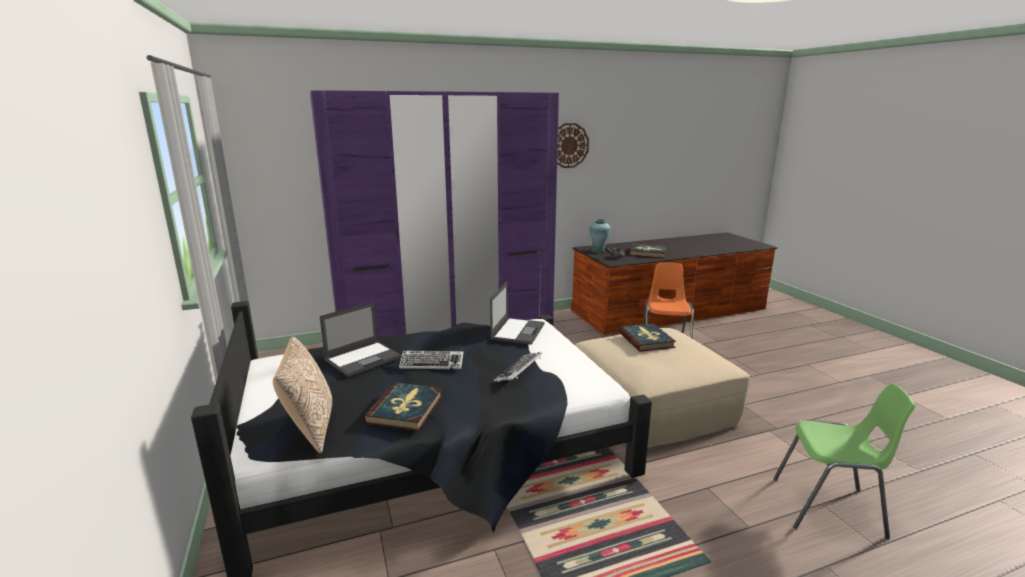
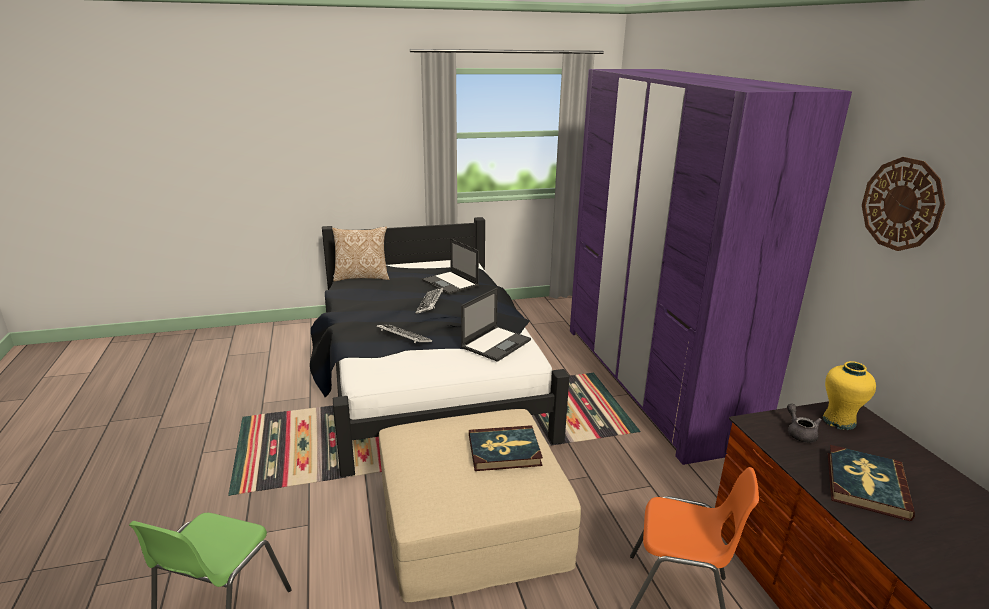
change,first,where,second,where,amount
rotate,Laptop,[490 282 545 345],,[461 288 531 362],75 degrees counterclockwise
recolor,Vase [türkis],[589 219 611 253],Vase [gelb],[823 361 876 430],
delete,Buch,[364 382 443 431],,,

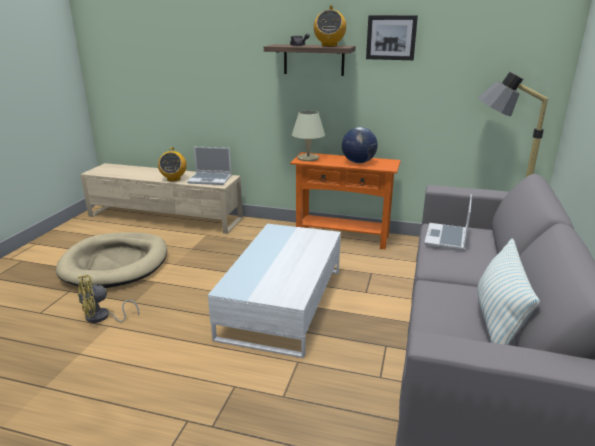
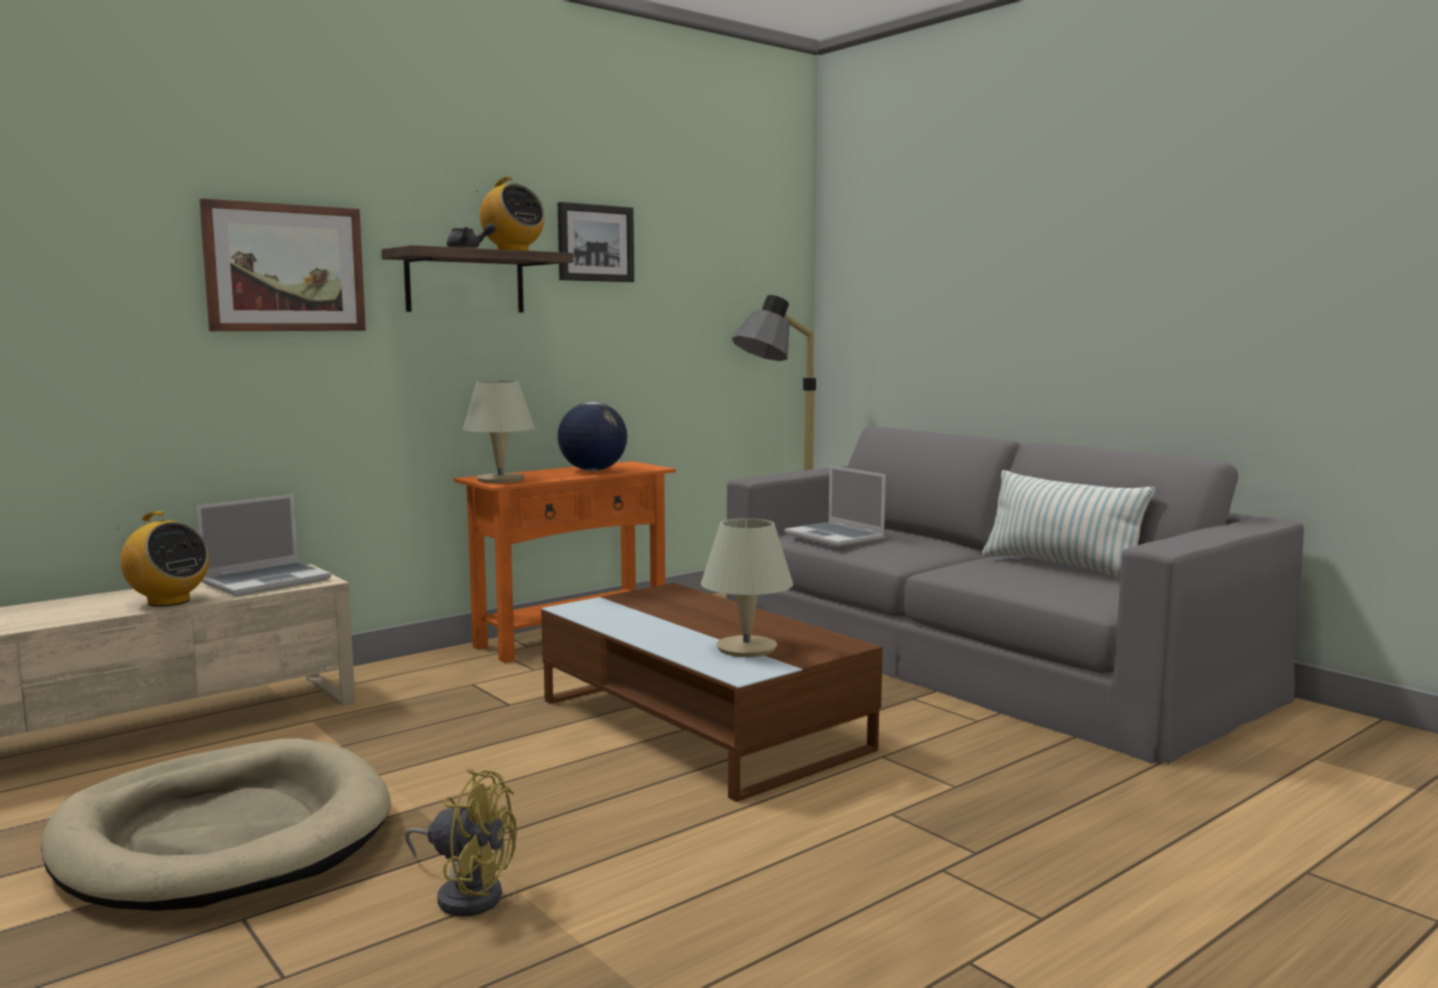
change,first,where,second,where,amount
insert,,,Bild,[199 198 366 331],
rotate,Ventilator [gelb],[78 275 139 323],,[405 769 517 917],75 degrees counterclockwise
recolor,Couchtisch [weiß],[208 224 341 358],Couchtisch [braun],[541 583 883 802],
insert,,,Tischlampe [beige],[701 519 793 657],

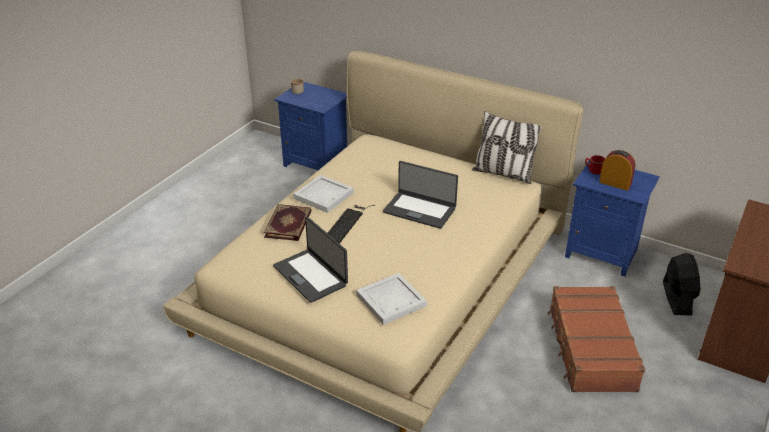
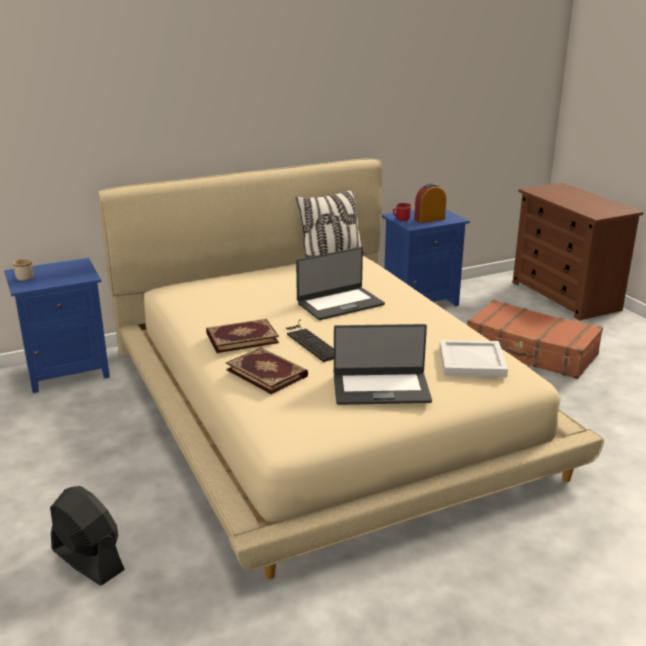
change,first,where,second,where,amount
move,Ventilator [schwarz],[663 253 700 316],,[50 486 125 586],
replace,Tablett [weiß],[293 175 354 213],Buch,[206 319 279 353],

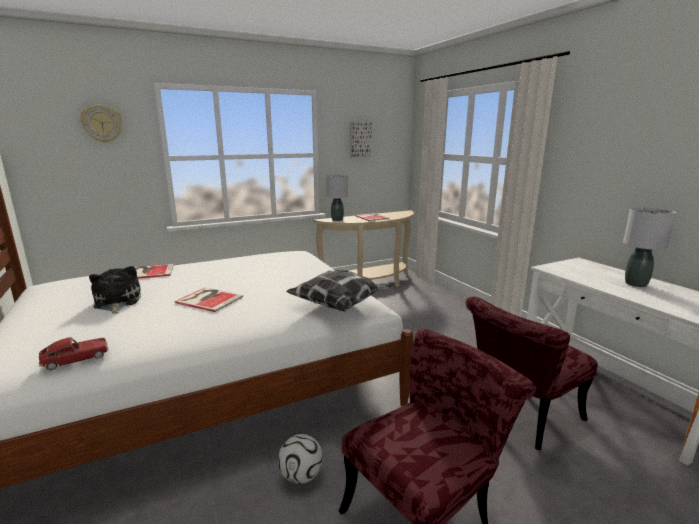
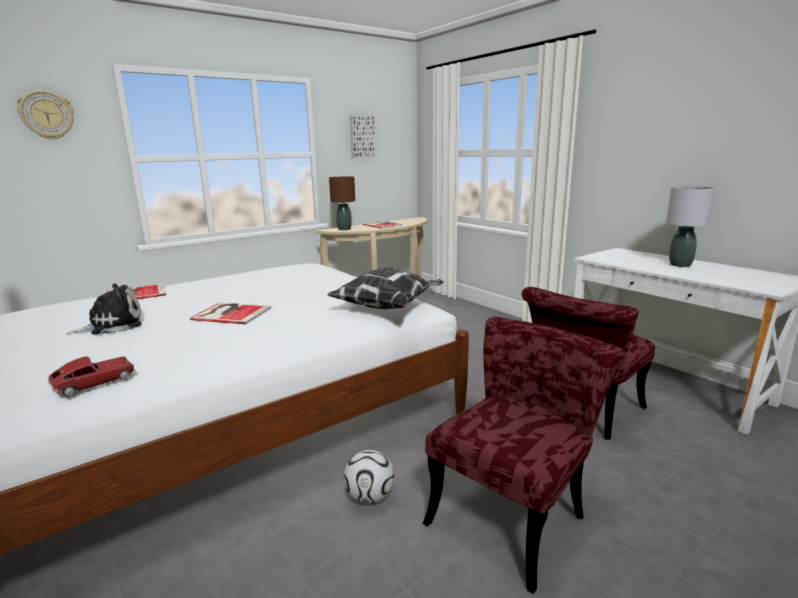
change,first,where,second,where,amount
rotate,Plüschtier,[89 266 141 314],,[67 284 142 335],90 degrees clockwise
recolor,Tischlampe [grau],[326 175 348 221],Tischlampe [braun],[329 176 355 230],

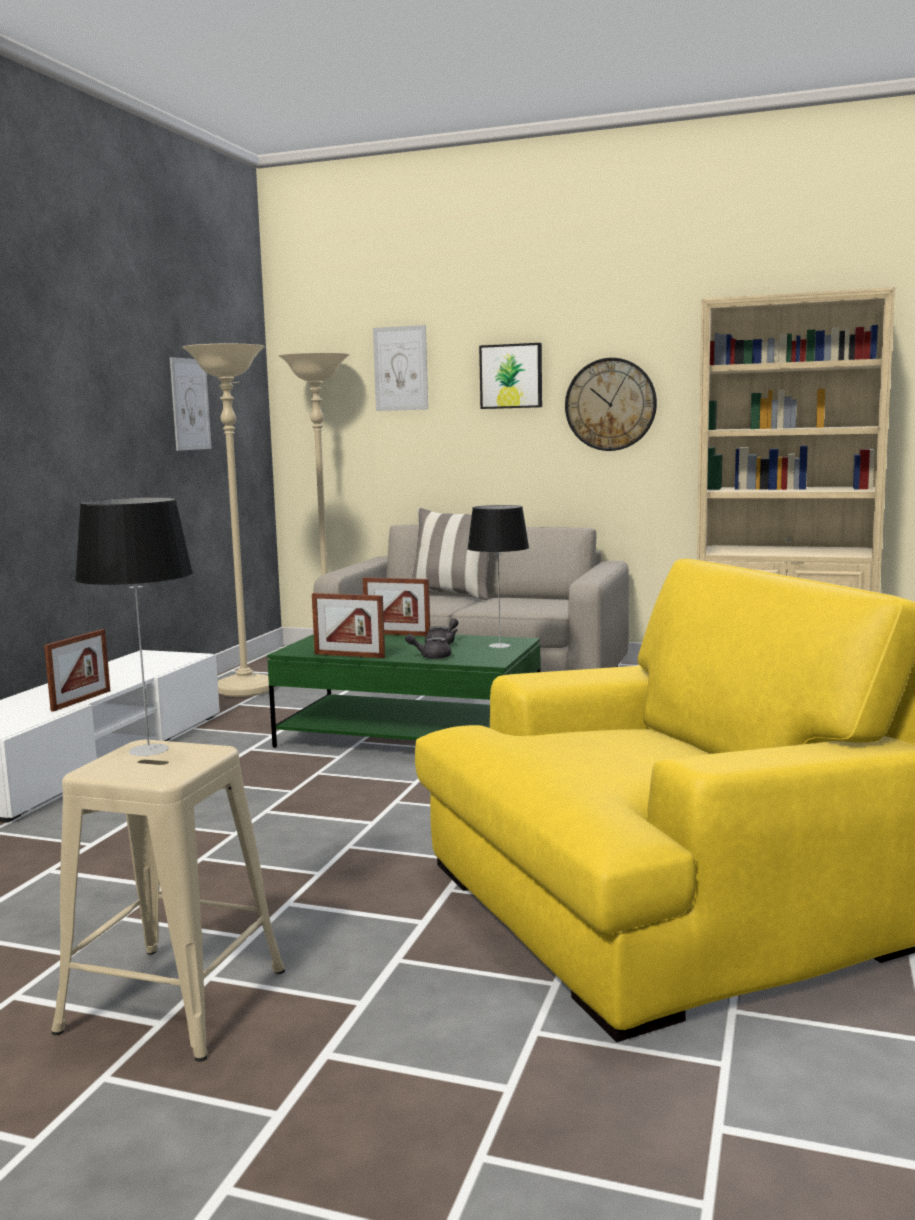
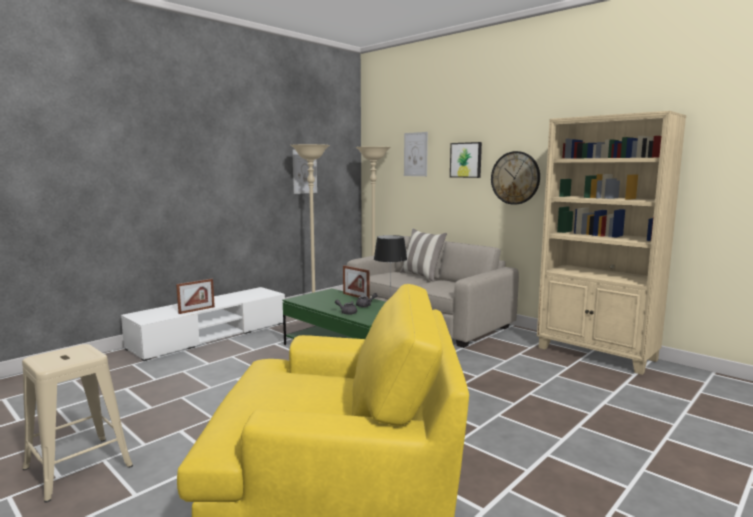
change,first,where,second,where,amount
delete,Tischlampe,[75 497 193 756],,,
delete,Bilderrahmen,[312 593 385 658],,,

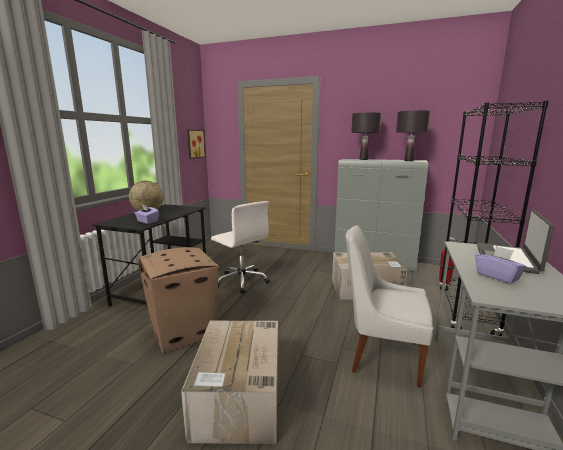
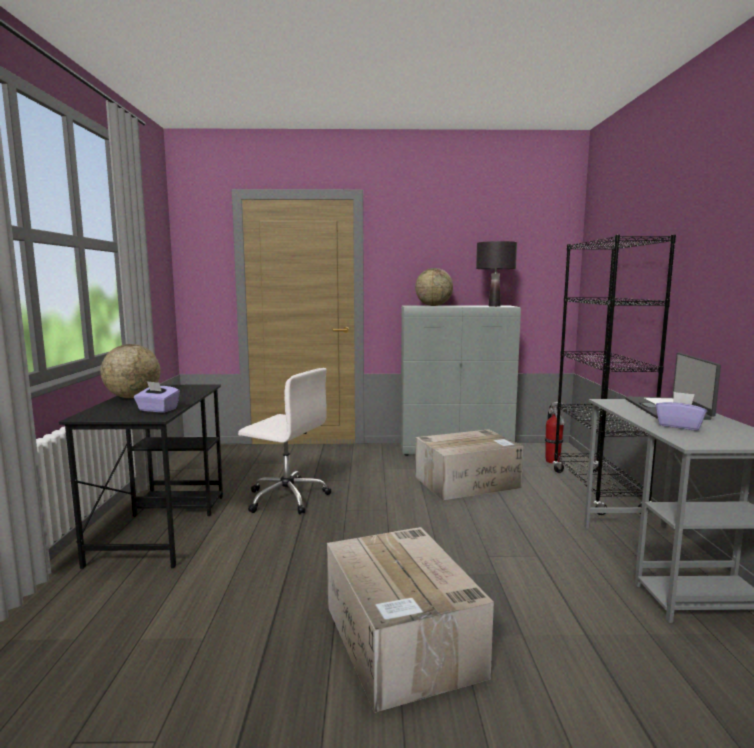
change,first,where,second,where,amount
replace,Tischlampe [schwarz],[351 112 381 160],Globus,[415 268 453 306],
delete,Karton,[138 247 219 353],,,
delete,Bild,[187 130 206 159],,,
delete,Stuhl [weiß],[345 225 434 387],,,

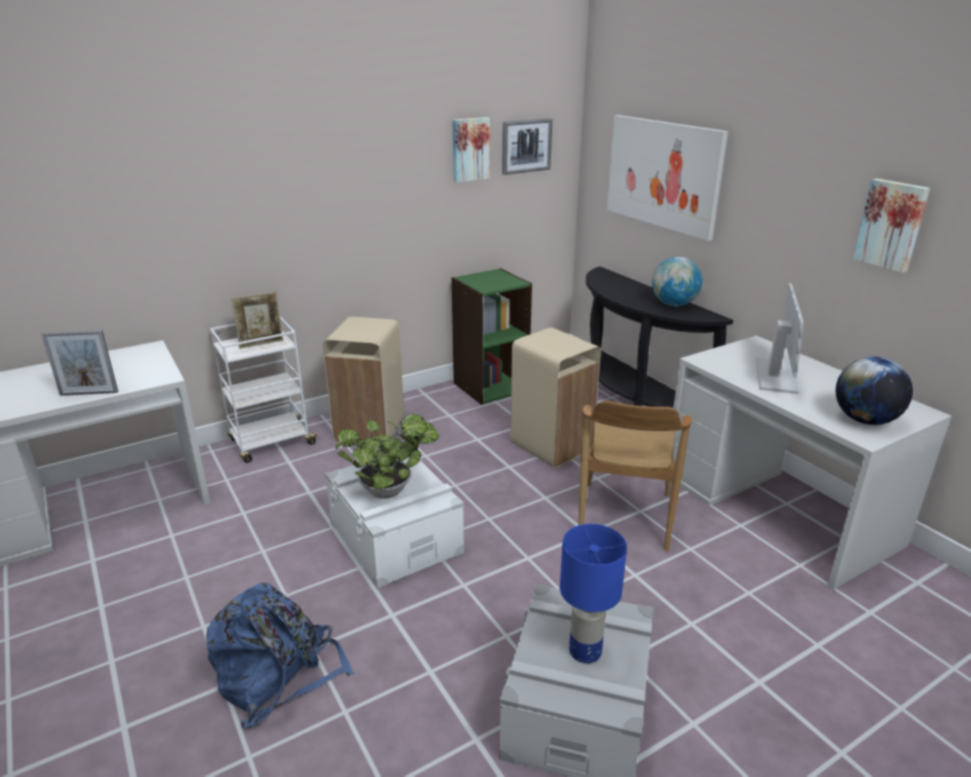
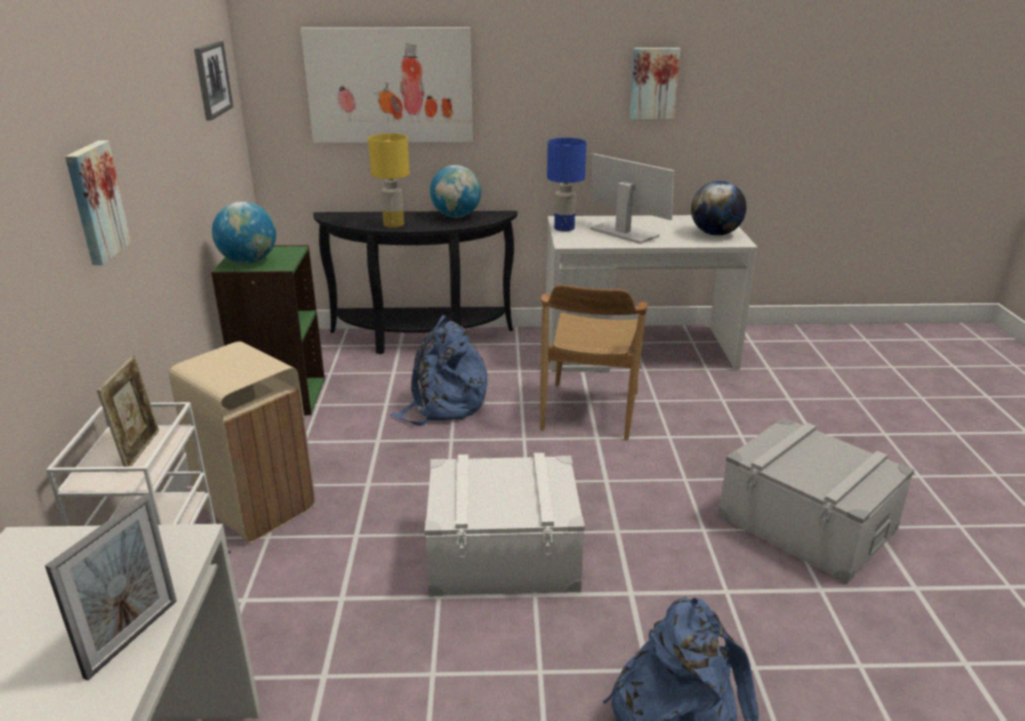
change,first,where,second,where,amount
move,Bild,[452 117 490 183],,[65 140 131 265],
insert,,,Globus,[212 201 276 264],
insert,,,Tischlampe [gelb],[368 133 410 228],
replace,Mülleimer [beige],[510 328 601 468],Rucksack [blau],[390 315 487 426],
rotate,Stuhl [braun],[578 401 692 552],,[540 285 647 441],60 degrees clockwise
move,Tischlampe [blau],[560 524 627 663],,[547 138 587 231],
delete,Topfpflanze,[336 414 439 498],,,

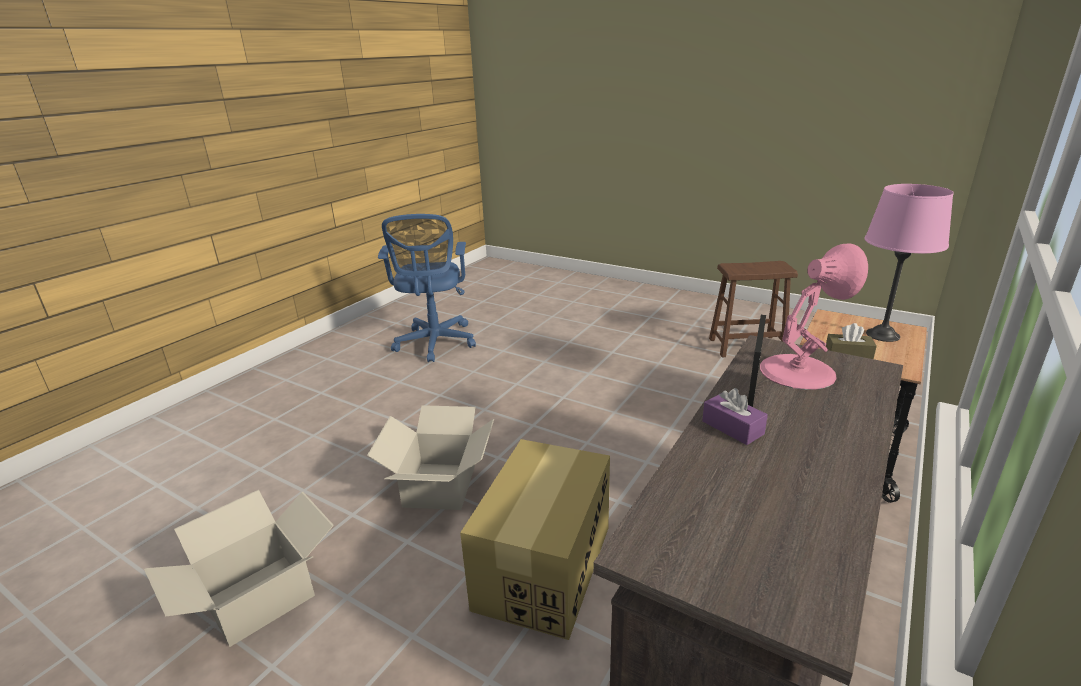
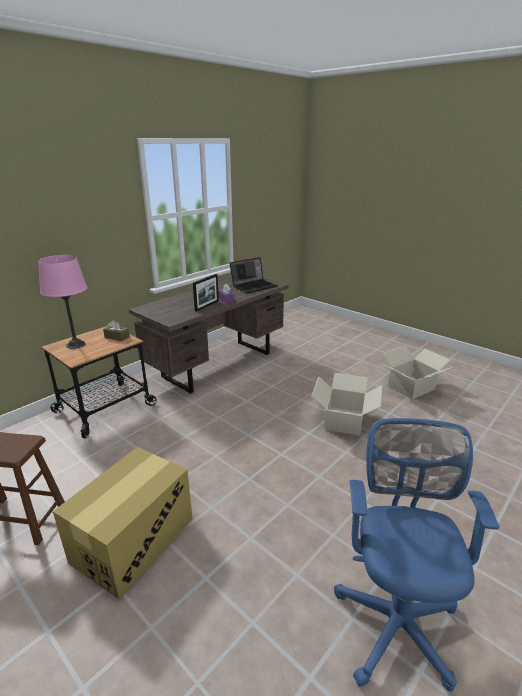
change,first,where,second,where,amount
move,Karton,[460 439 610 640],,[53 447 192 599],
insert,,,Laptop,[229 257 277 293],
delete,Tischlampe [rosa],[760 244 868 390],,,

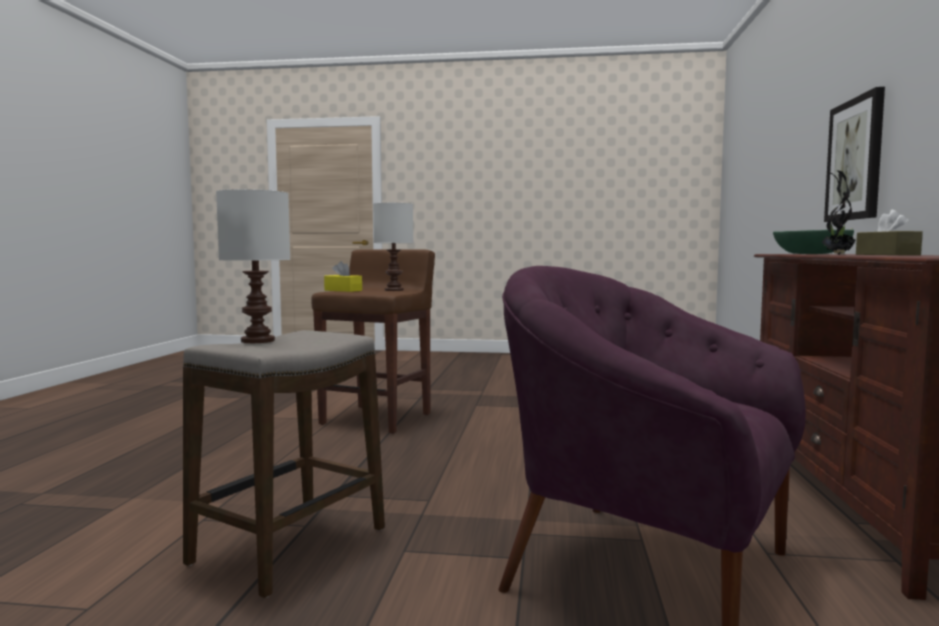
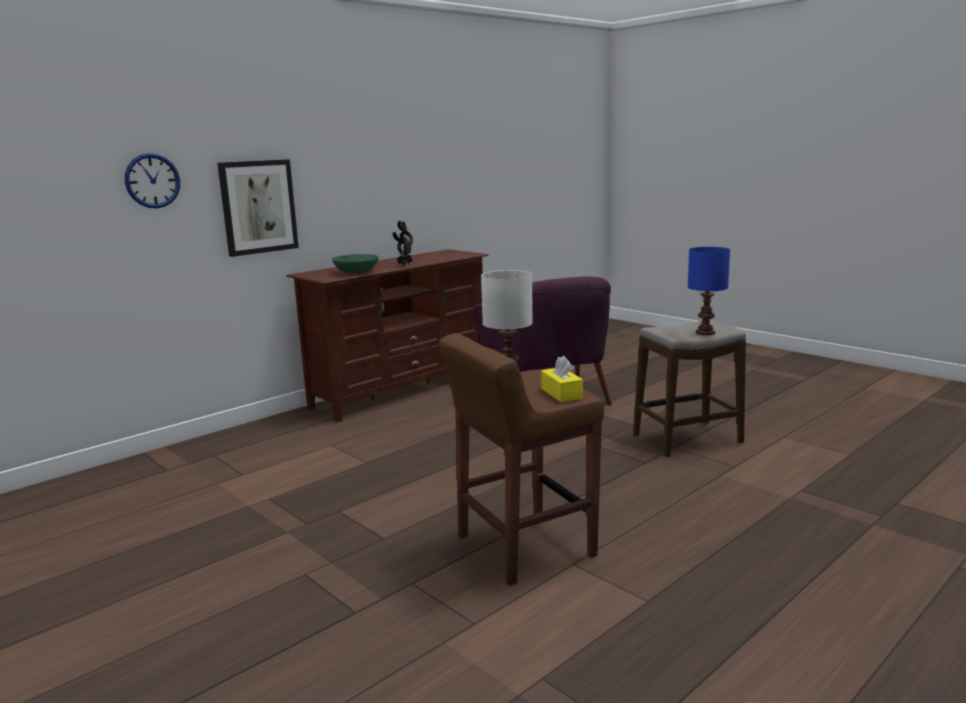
change,first,where,second,where,amount
insert,,,Wanduhr,[125 153 180 208],
recolor,Tischlampe [weiß],[216 189 290 343],Tischlampe [blau],[688 247 730 335],
delete,Taschentuchbox [braun],[856 210 923 255],,,

